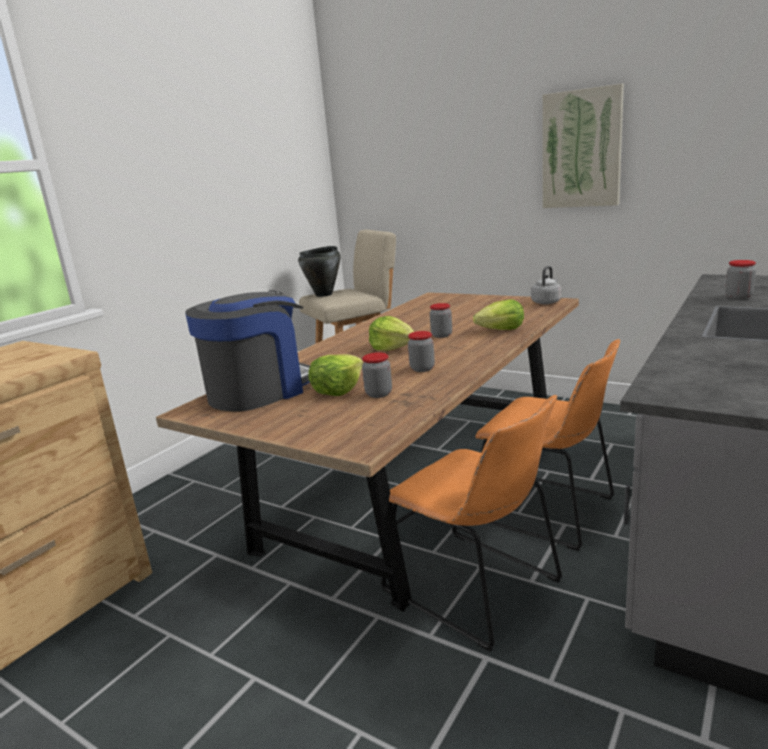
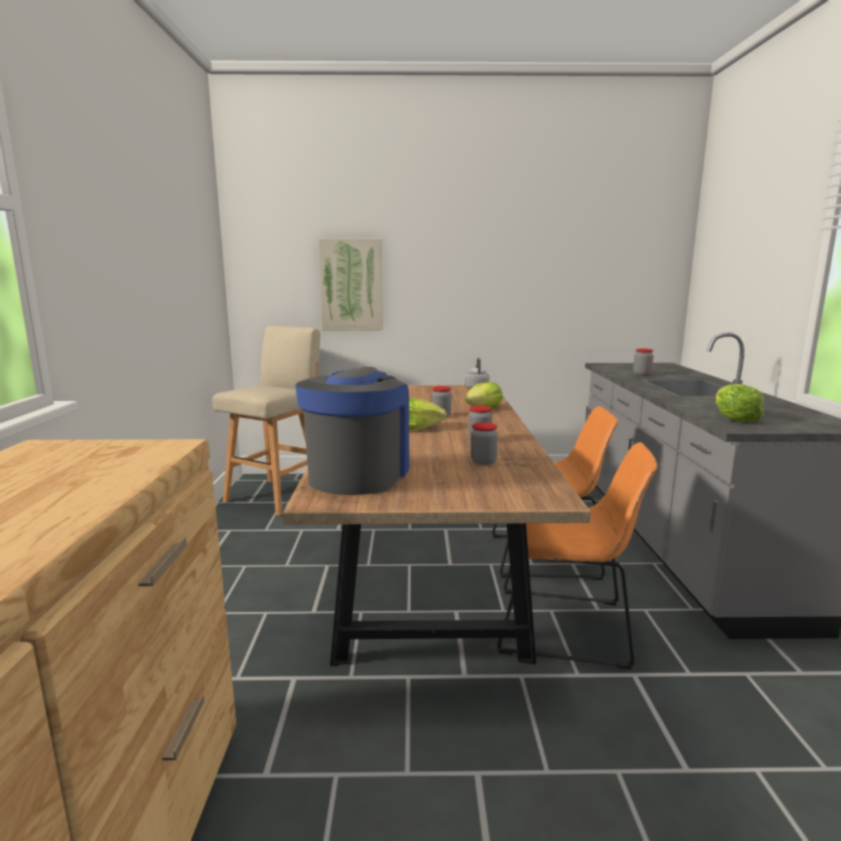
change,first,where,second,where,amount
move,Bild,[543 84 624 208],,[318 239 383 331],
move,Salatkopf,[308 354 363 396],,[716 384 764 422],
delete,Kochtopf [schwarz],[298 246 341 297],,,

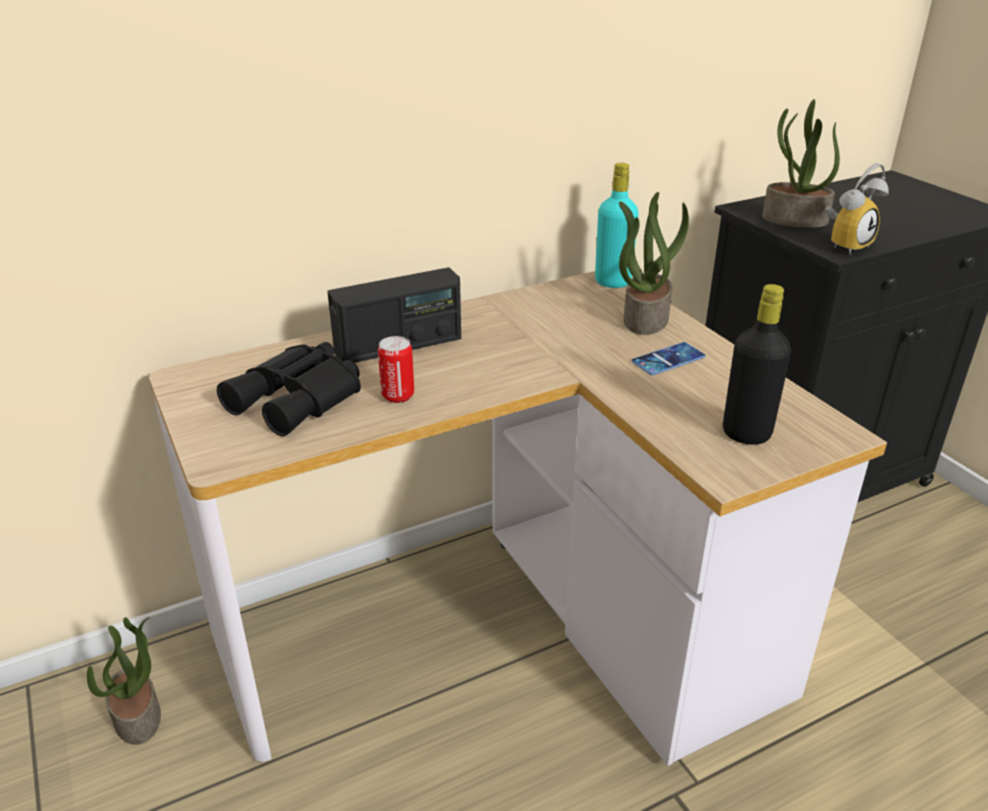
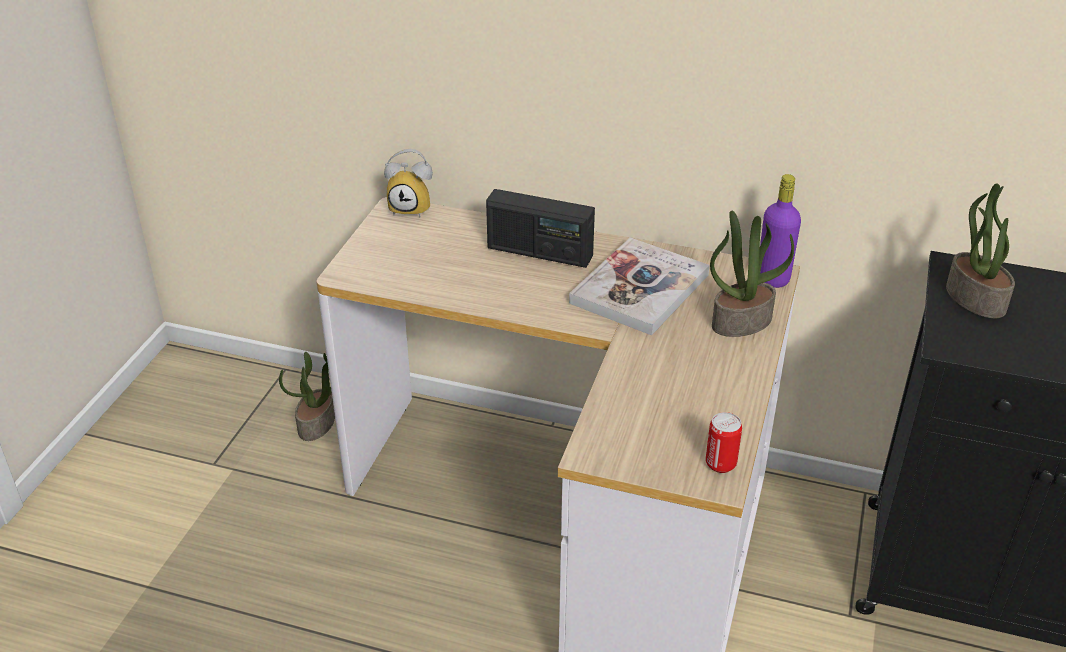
change,first,where,second,where,amount
move,Wecker,[825 163 889 255],,[384 149 433 217],
insert,,,Buch,[569 237 710 335],
move,Dose,[378 336 414 403],,[706 412 742 473],
recolor,Flasche [türkis],[595 163 639 288],Flasche [lila],[760 174 801 288],
delete,Fernglas [schwarz],[217 342 361 436],,,
delete,Handy,[631 342 705 375],,,
delete,Flasche [schwarz],[723 284 791 445],,,

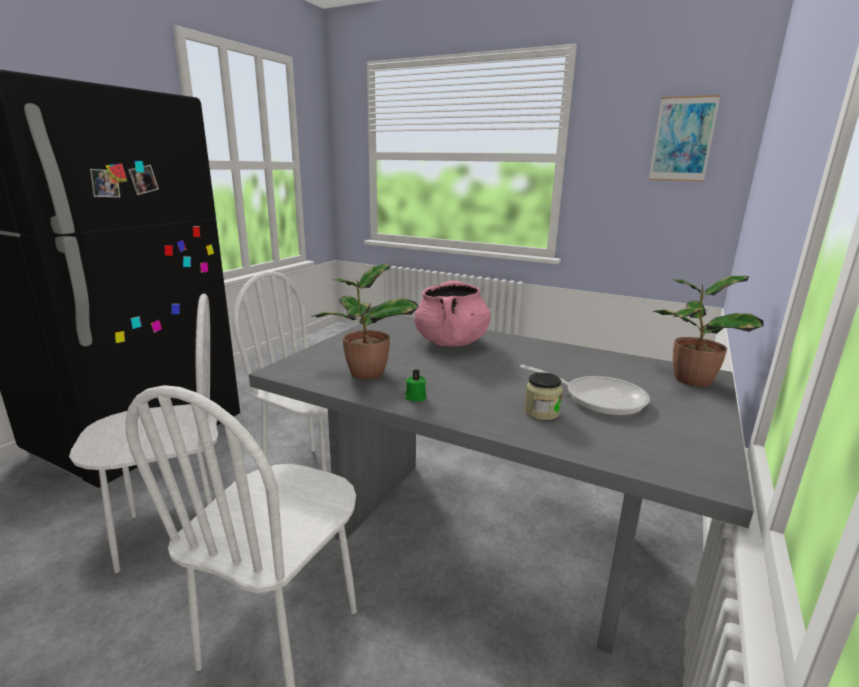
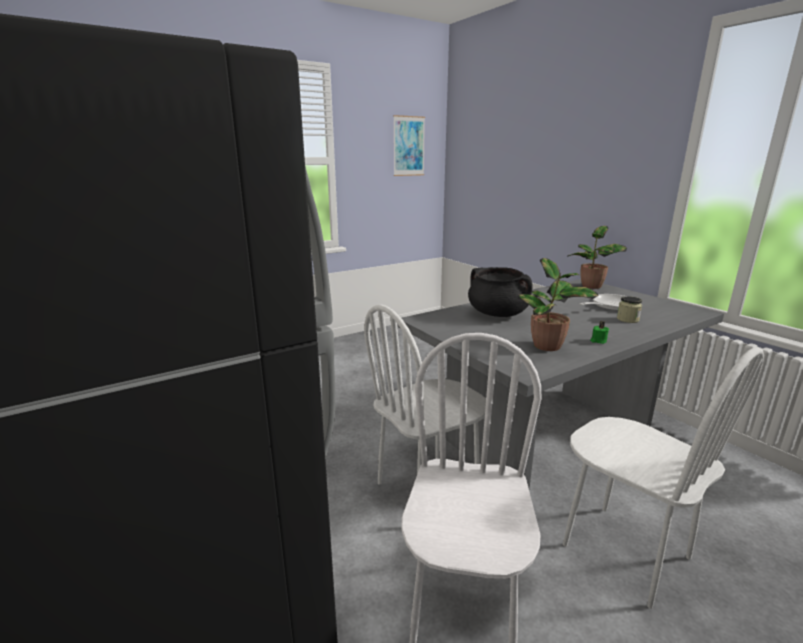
change,first,where,second,where,amount
recolor,Kochtopf [rosa],[414 281 491 346],Kochtopf [schwarz],[468 267 533 317],

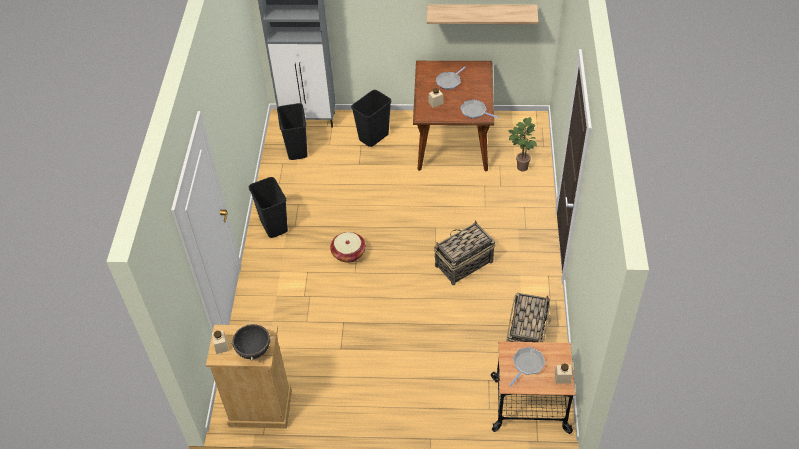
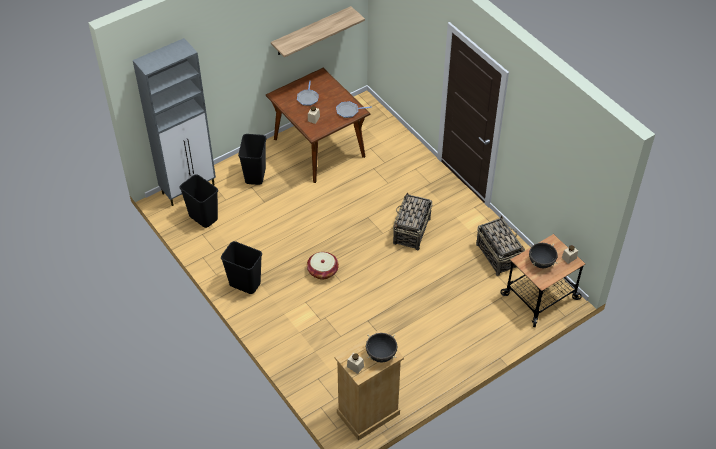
change,first,where,second,where,amount
replace,Pfanne,[510 347 545 386],Kochtopf [schwarz],[529 243 558 268],
delete,Topfpflanze,[509 117 537 171],,,

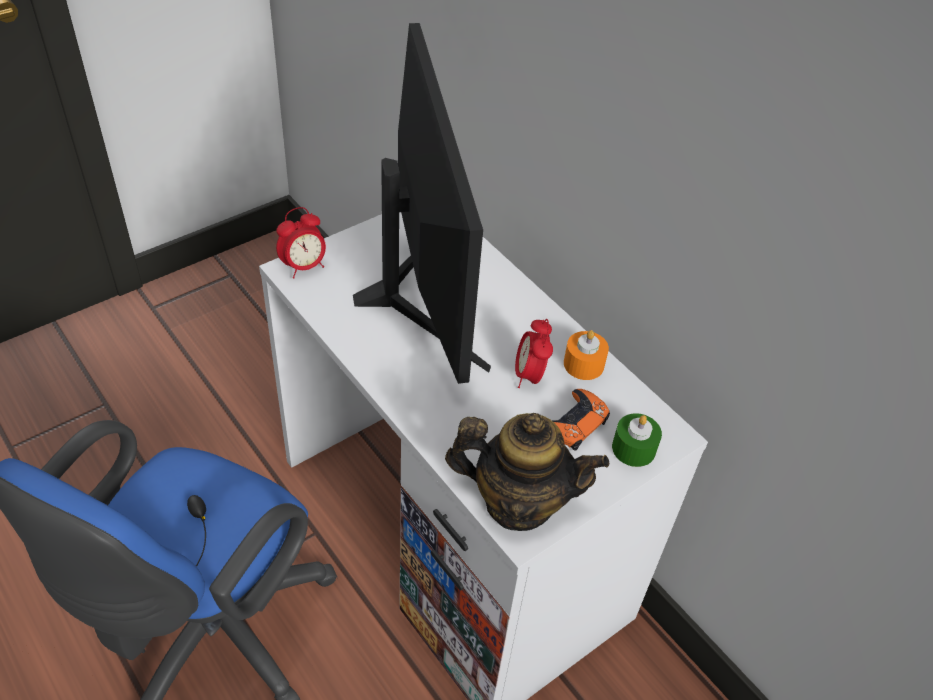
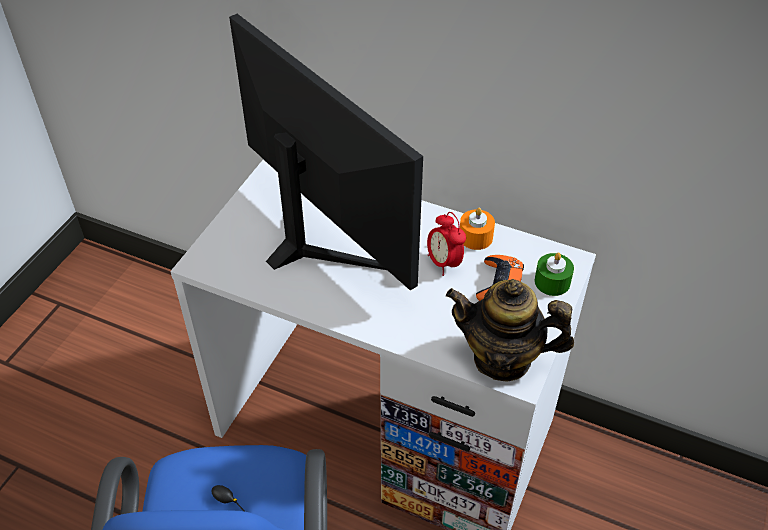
change,first,where,second,where,amount
rotate,Teekanne,[445 413 609 531],,[446 279 574 382],150 degrees counterclockwise
delete,Wecker,[276 207 326 278],,,

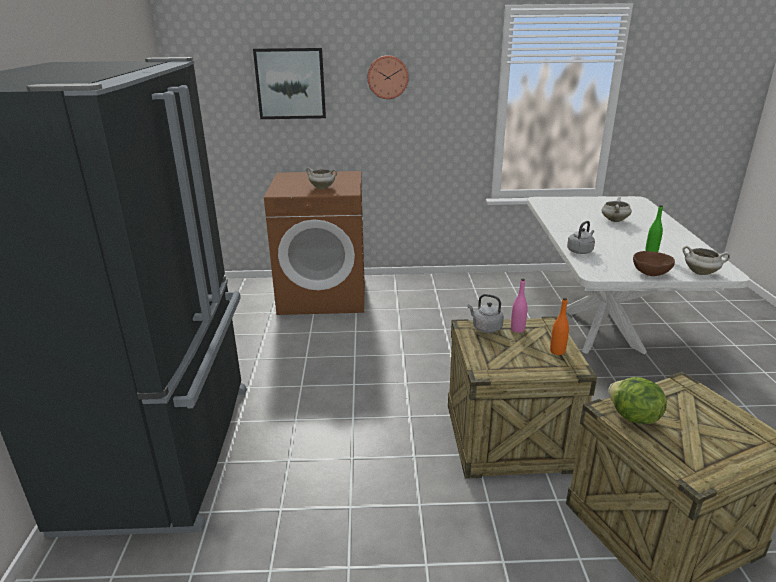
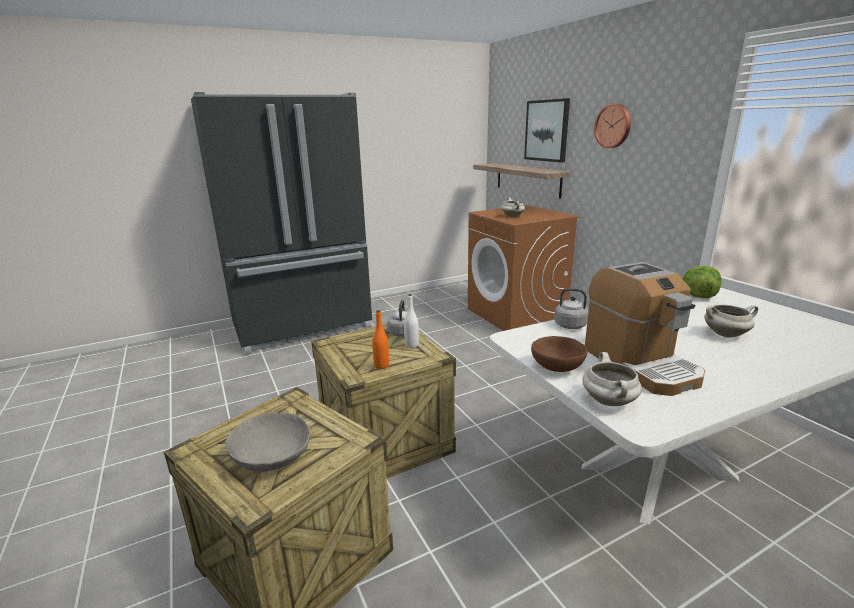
change,first,where,second,where,amount
insert,,,Schüssel [grau],[226 413 310 472],
recolor,Flasche [rosa],[511 279 528 333],Flasche [weiß],[404 294 419 348],
insert,,,Wandregal,[473 163 570 199],
replace,Flasche [grün],[645 205 663 252],Kaffeemaschine,[585 262 705 396],
move,Salatkopf,[608 377 667 424],,[683 266 722 298],

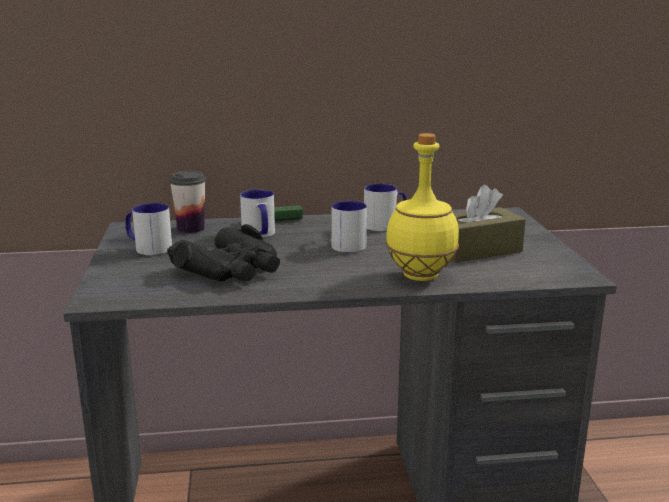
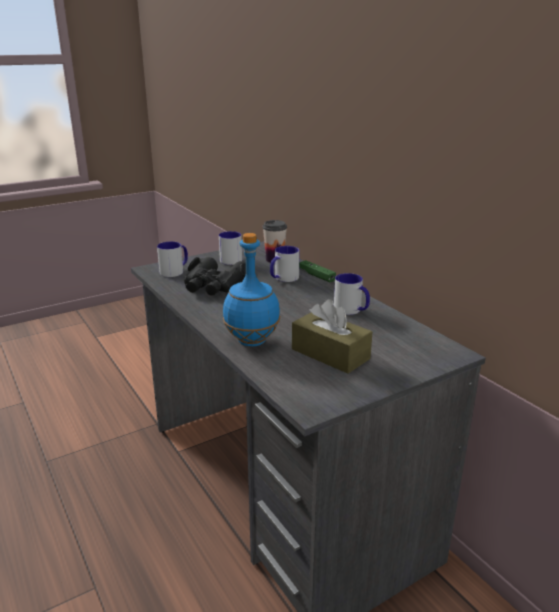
change,first,where,second,where,amount
move,Henkelbecher,[331 201 367 253],,[157 242 188 277],
recolor,Flasche [gelb],[385 133 459 281],Flasche [blau],[223 233 280 347],

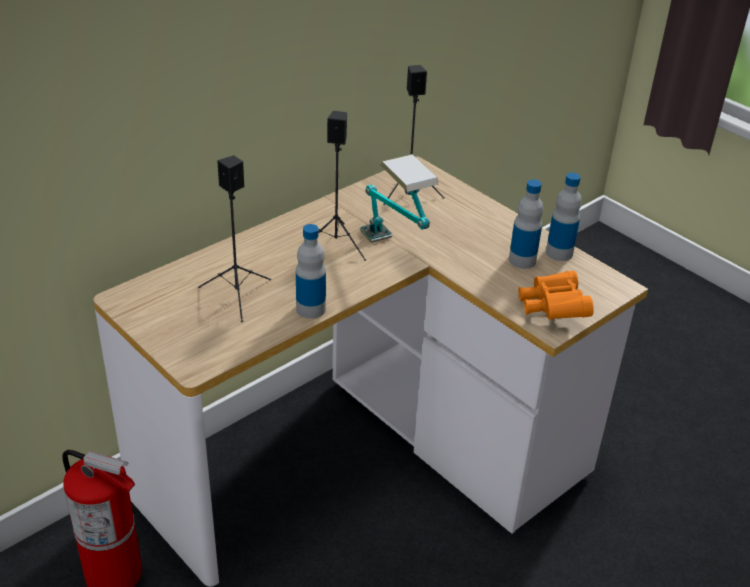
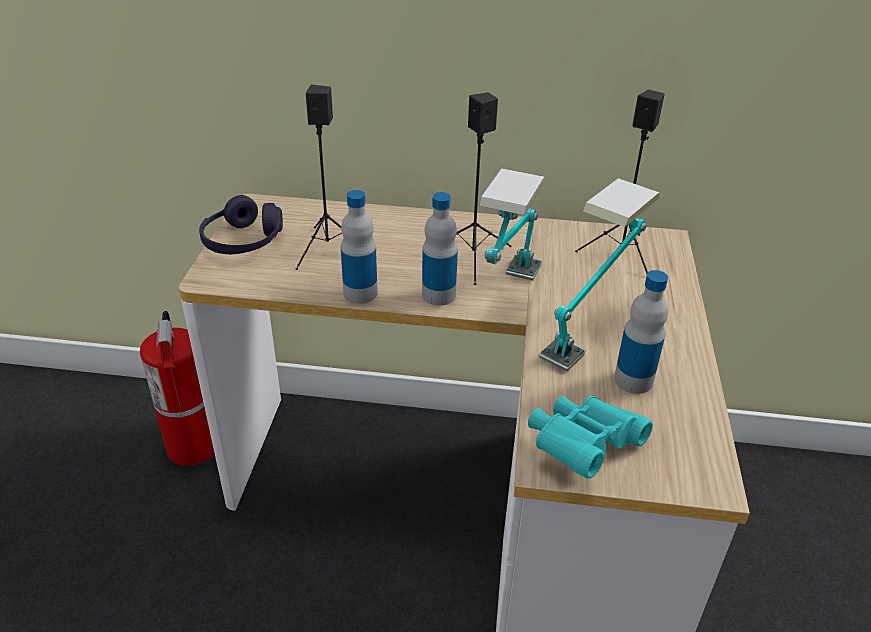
change,first,where,second,where,amount
insert,,,Kopfhörer [lila],[199 195 283 254],
move,Flasche,[546 173 582 261],,[422 192 458 306],
recolor,Fernglas [orange],[518 271 594 320],Fernglas [türkis],[528 396 653 478],
insert,,,Tischlampe,[539 178 660 372],

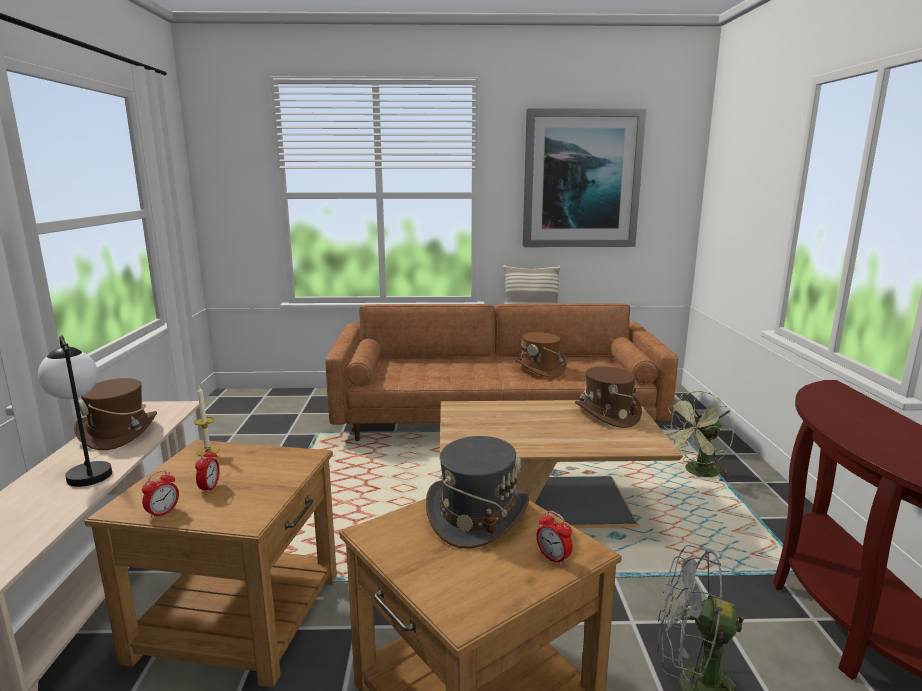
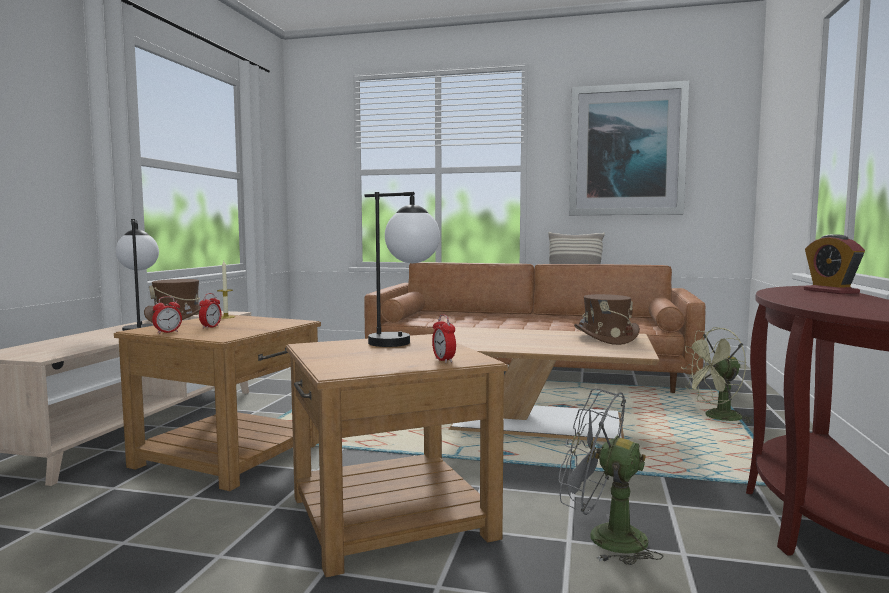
change,first,where,second,where,amount
replace,Hut [grau],[426 436 530 549],Tischlampe,[364 192 440 347],
insert,,,Wecker,[804 234 865 294],
delete,Hut [braun],[515 332 567 378],,,

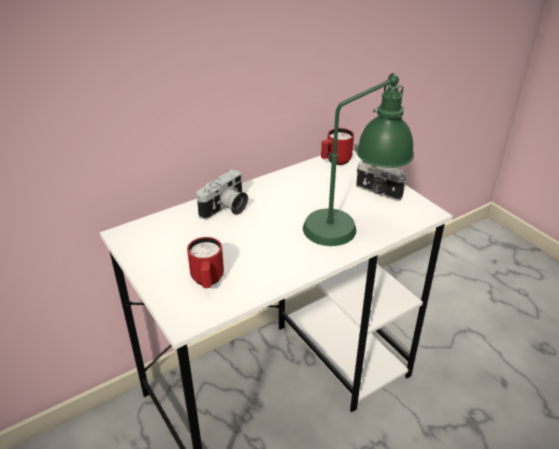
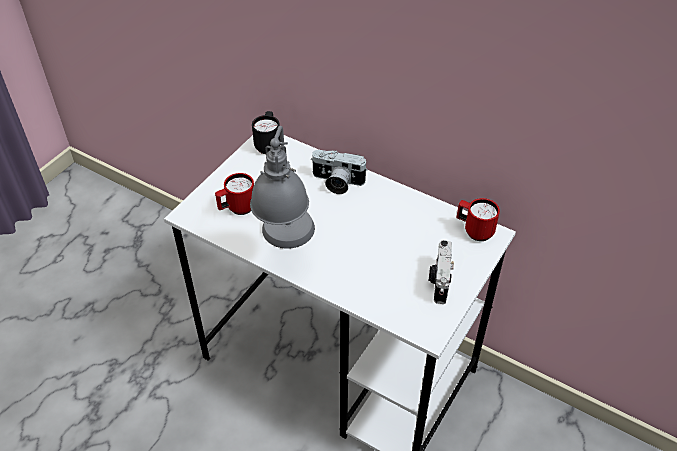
change,first,where,second,where,amount
insert,,,Tischlampe [grau],[250 126 315 249],
insert,,,Henkelbecher [schwarz],[252 111 280 154],
delete,Tischlampe [grün],[303 73 414 246],,,

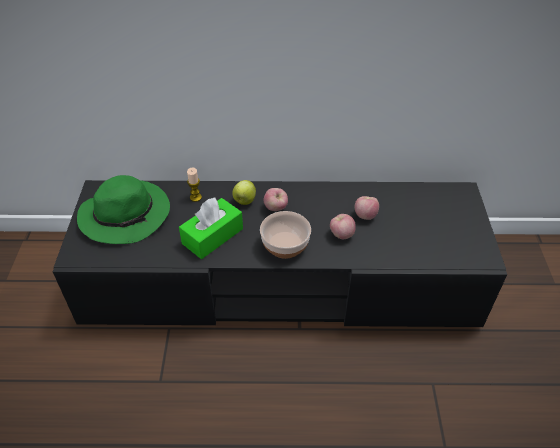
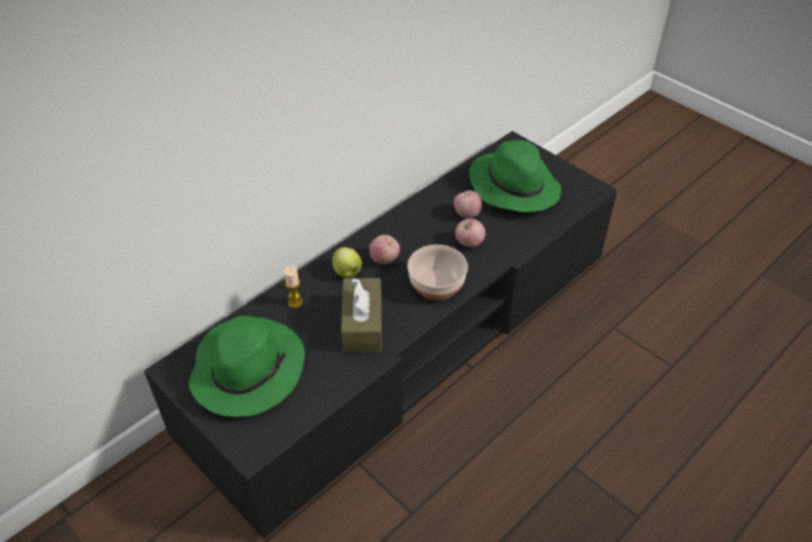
change,first,where,second,where,amount
recolor,Taschentuchbox [grün],[179 198 243 259],Taschentuchbox [braun],[341 278 382 353],
insert,,,Hut [grün],[469 140 561 212],

